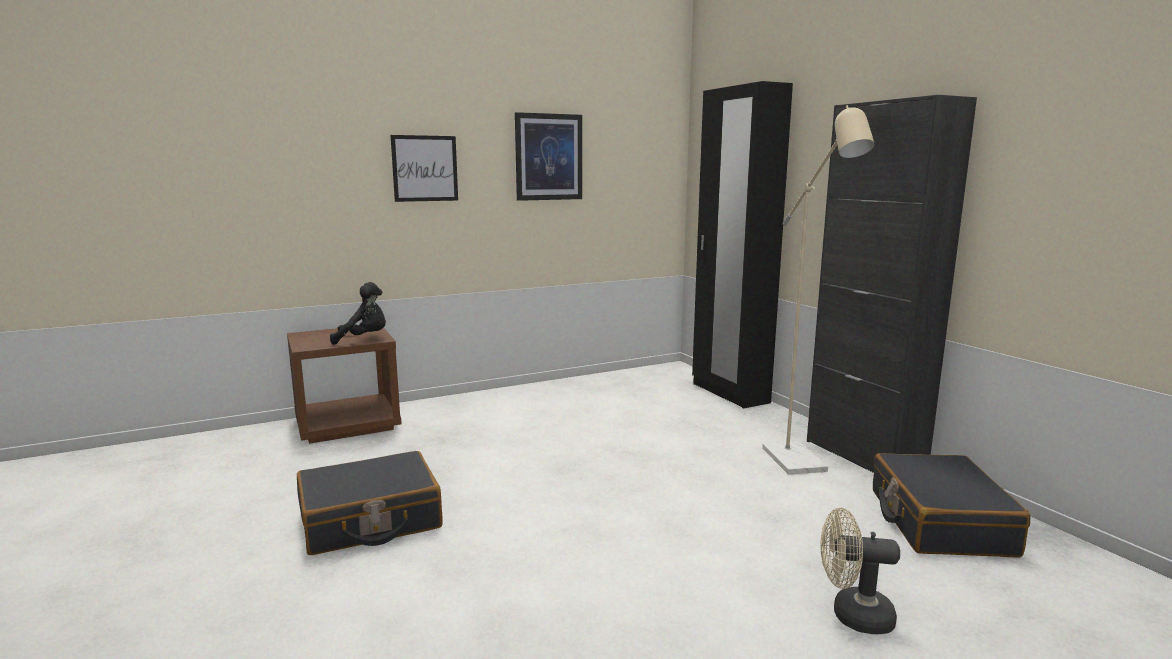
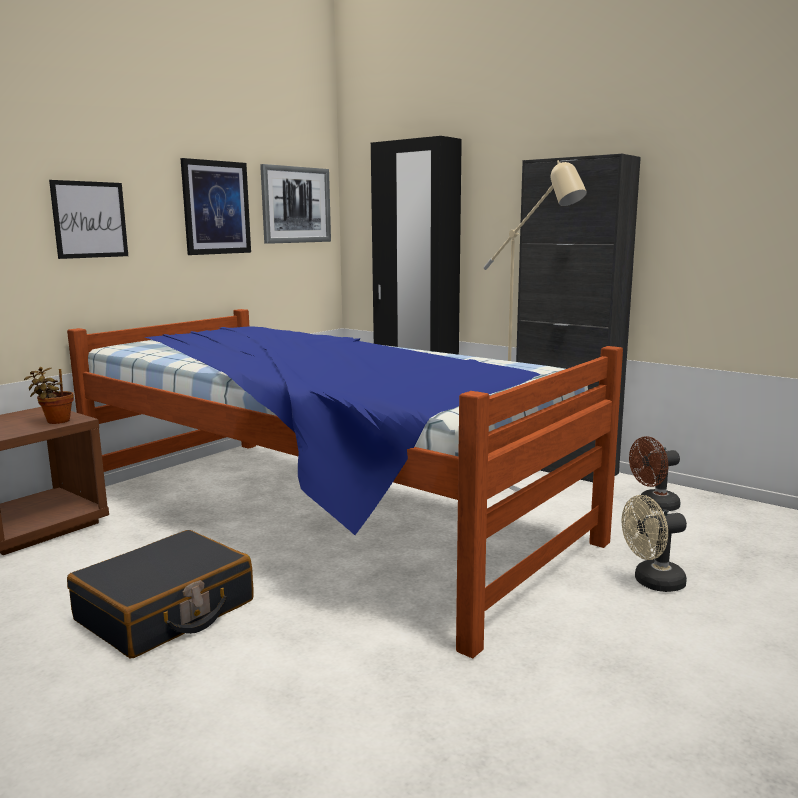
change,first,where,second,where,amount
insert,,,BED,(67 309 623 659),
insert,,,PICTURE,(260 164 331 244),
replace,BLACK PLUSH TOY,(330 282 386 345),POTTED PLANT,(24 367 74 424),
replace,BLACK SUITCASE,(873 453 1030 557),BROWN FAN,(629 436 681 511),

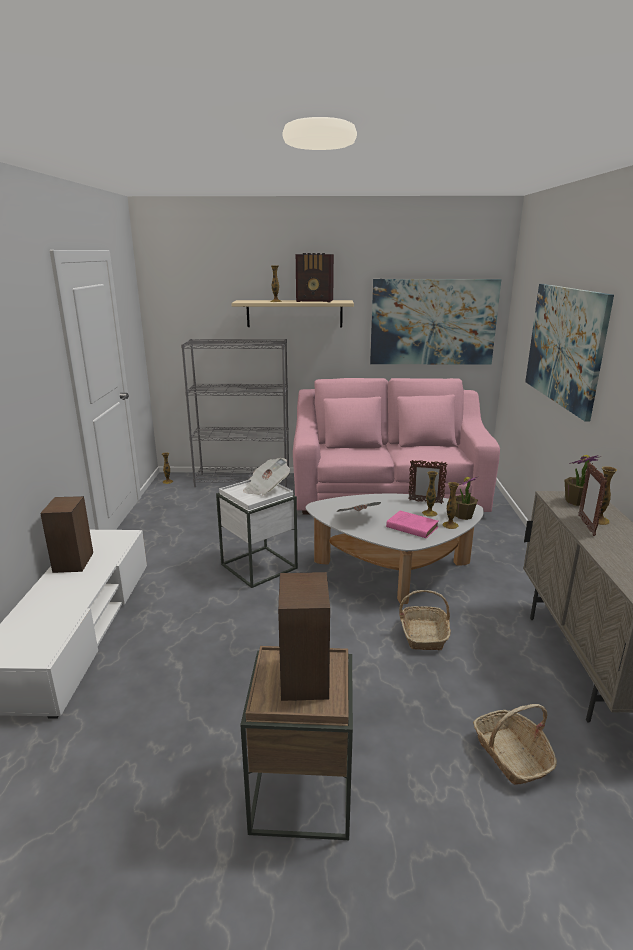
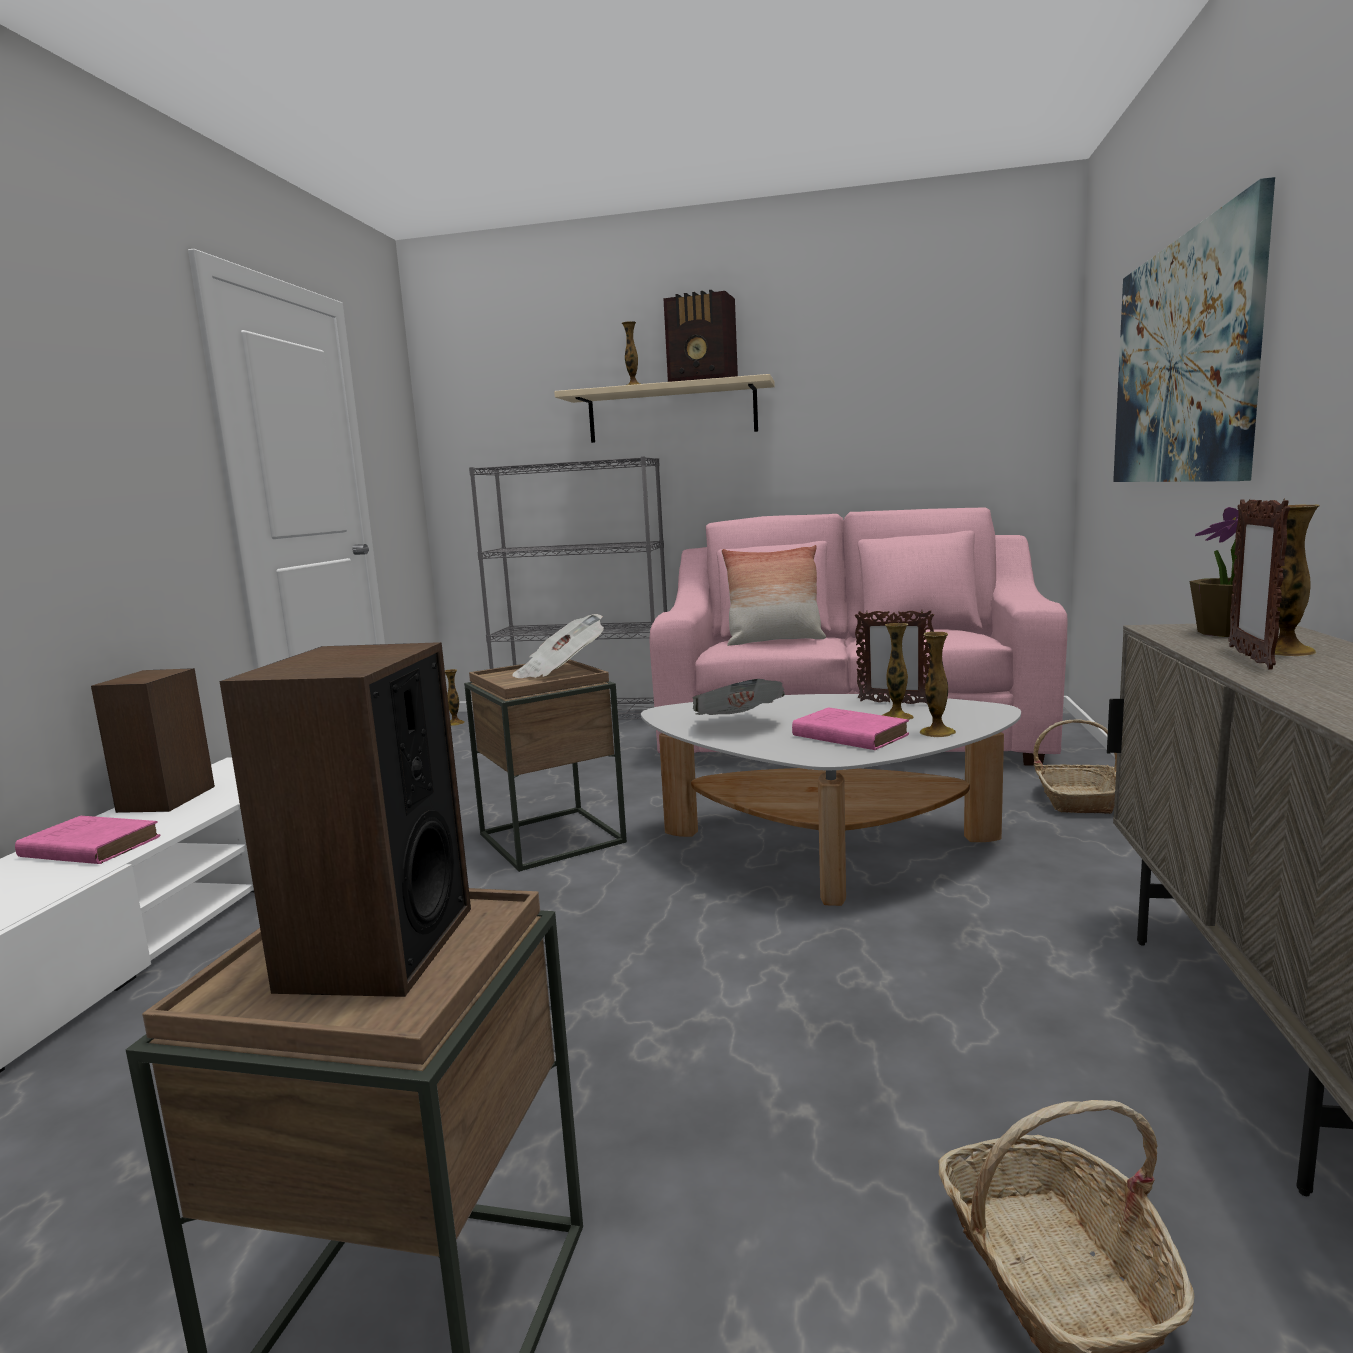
change,first,where,second,where,amount
delete,PICTURE,(370 279 501 365),,,
delete,POTTED PLANT,(455 477 478 520),,,
insert,,,PINK BOOK,(15 816 160 864),
insert,,,PILLOW,(722 545 826 646),
move,BASKET,(399 590 451 651),,(1033 720 1117 814),
recolor,WHITE SIDE TABLE,(216 480 298 588),BROWN SIDE TABLE,(464 659 627 872),

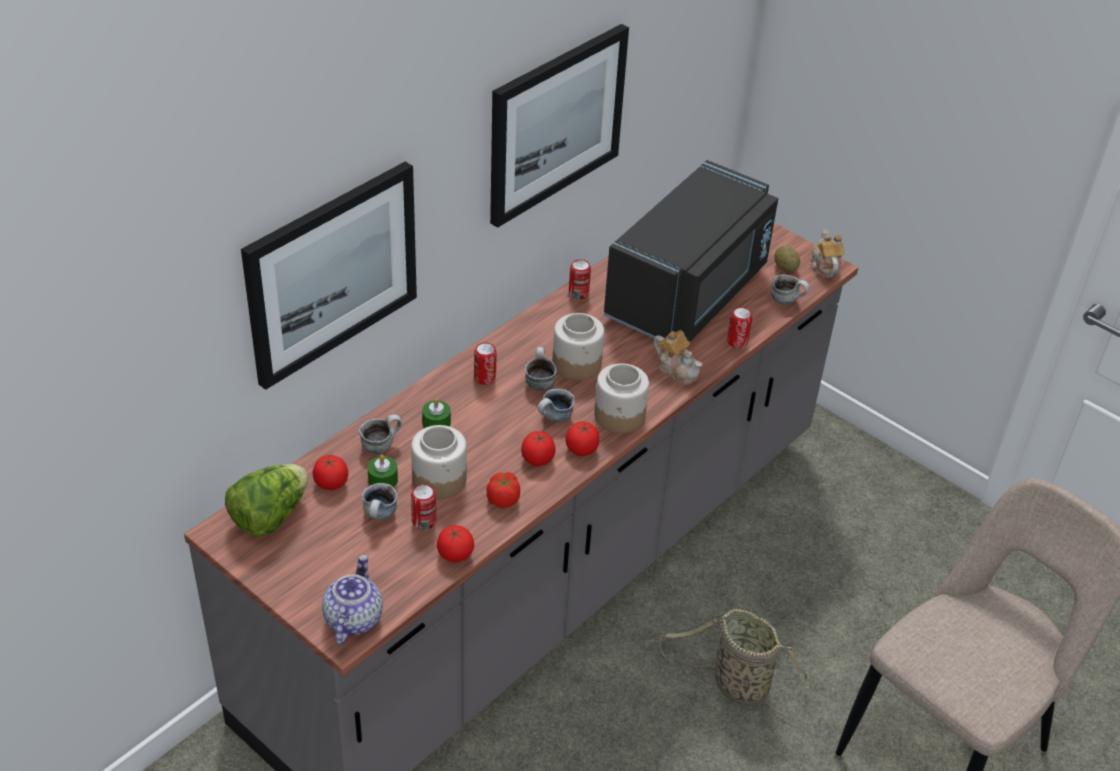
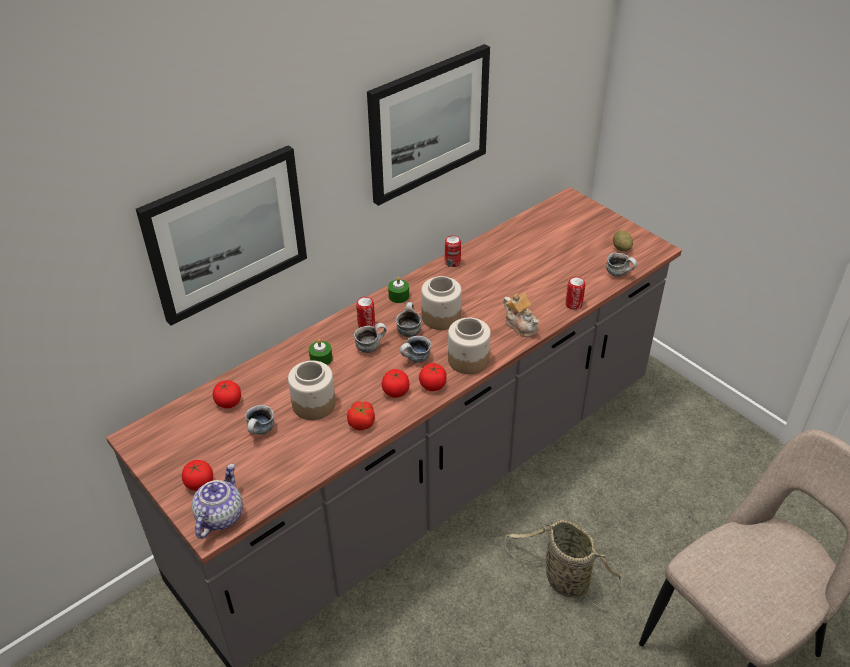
change,first,where,second,where,amount
delete,LETTUCE,(225 464 308 536),,,
delete,CAN,(411 484 436 530),,,
delete,BLACK MICROWAVE,(604 160 778 342),,,
delete,TEAPOT,(810 229 845 278),,,
move,MUG,(359 414 402 454),,(354 323 387 353),
move,GREEN CANDLE,(368 455 398 487),,(388 277 409 303),
move,TOMATO,(437 525 474 562),,(182 460 213 491),

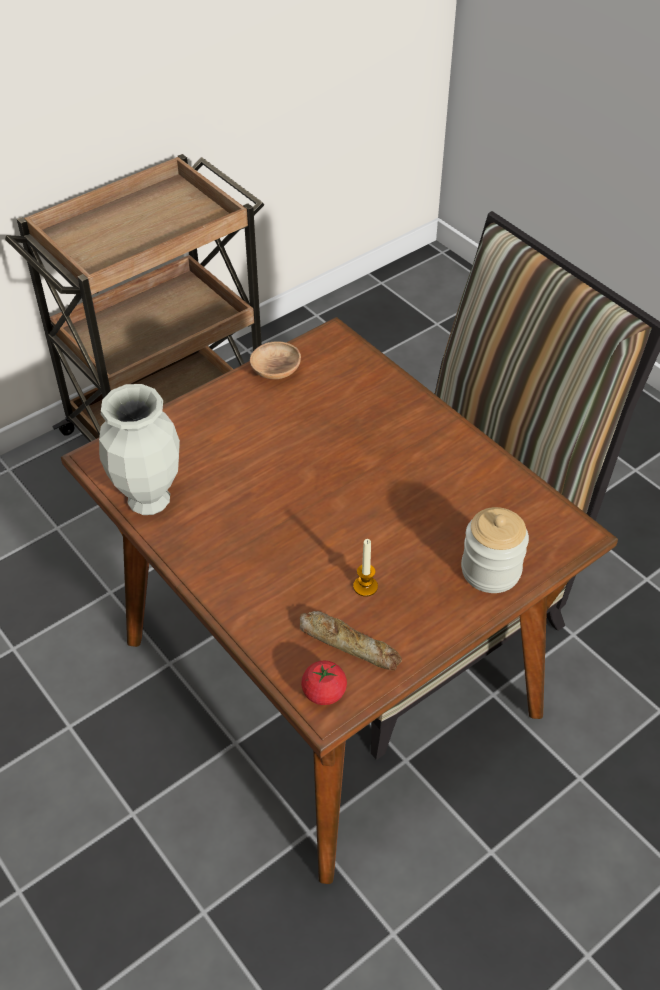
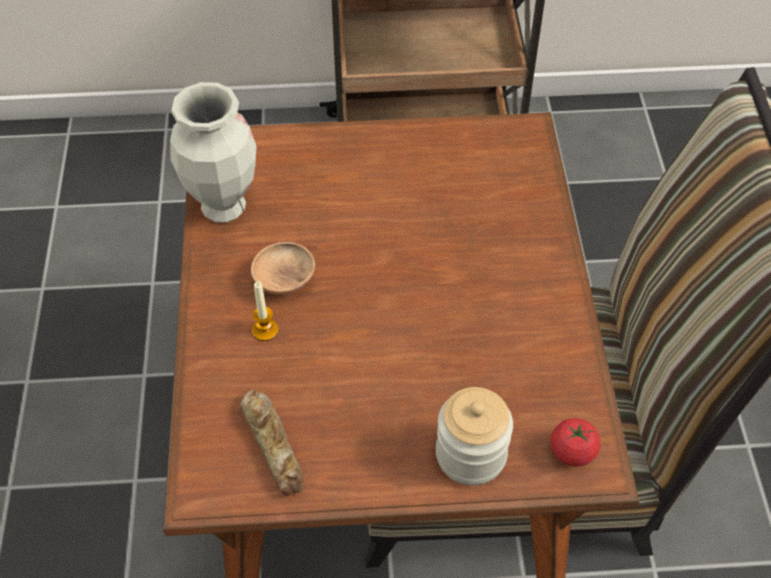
change,first,where,second,where,amount
move,BROWN BOWL,(250 342 301 379),,(251 242 315 295),
move,TOMATO,(301 661 347 705),,(551 418 600 467),
move,CANDLE,(353 539 378 597),,(252 281 279 341),

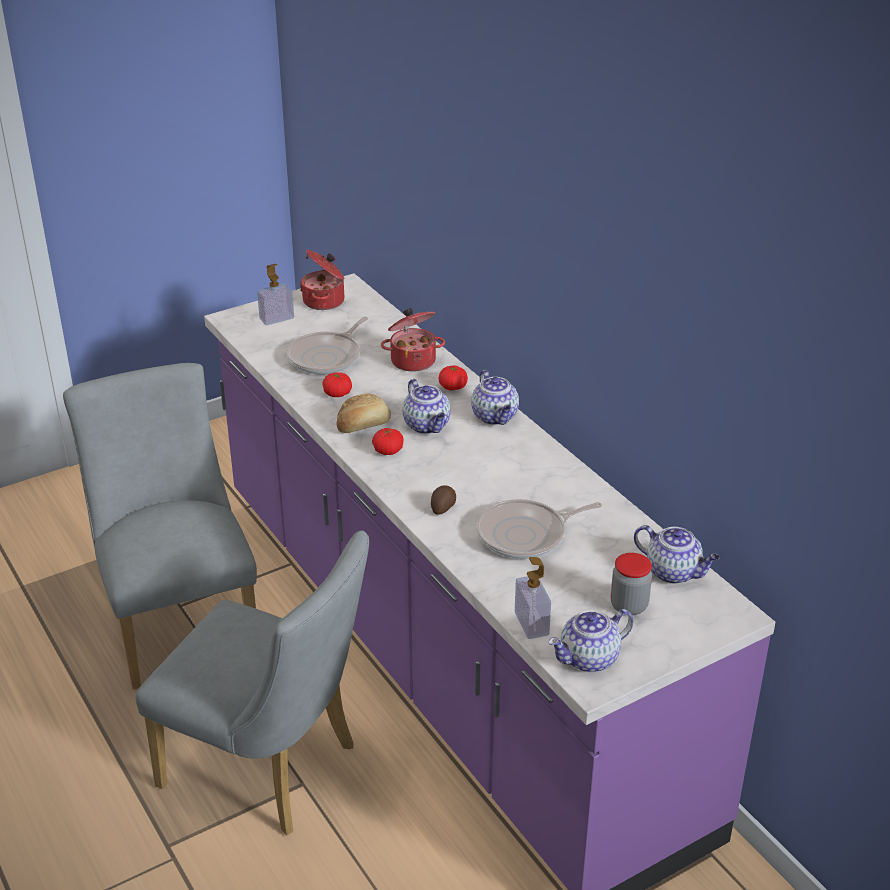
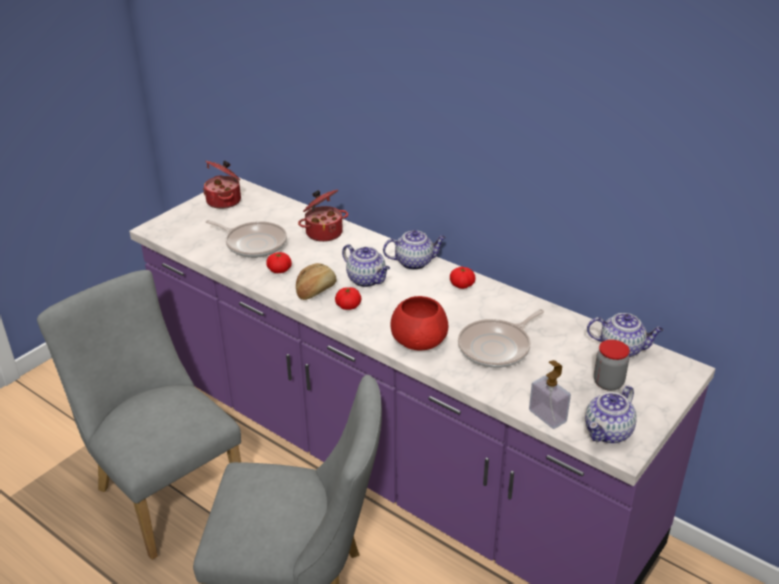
change,first,where,second,where,amount
delete,SOAP DISPENSER,(257 264 294 325),,,
move,TOMATO,(439 366 468 391),,(450 267 475 289),
replace,POTATO,(431 485 456 515),RED BOWL,(390 296 448 350),
rotate,FRYING PAN,(287 316 368 375),,(205 220 287 258),75 degrees counterclockwise
rotate,TEAPOT,(471 370 519 425),,(383 230 446 270),60 degrees counterclockwise

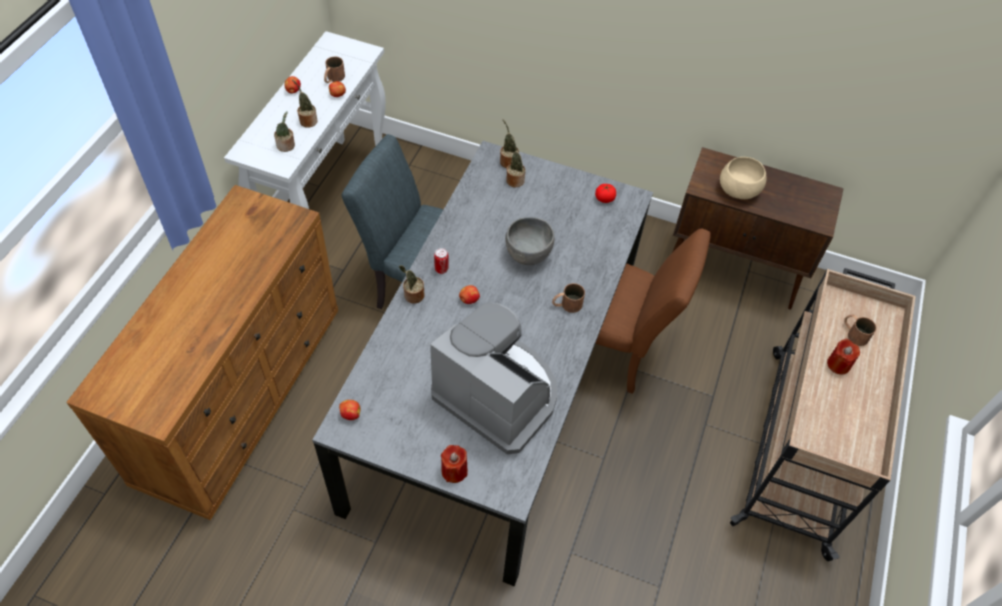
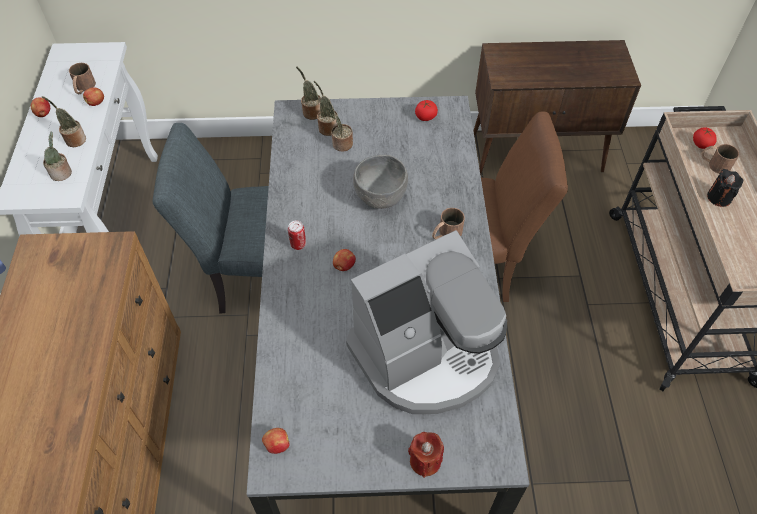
change,first,where,second,where,amount
delete,BEIGE BOWL,(720 157 767 199),,,
insert,,,TOMATO,(693 127 717 149),
move,POTTED PLANT,(399 265 425 304),,(330 108 353 151),
recolor,RED CANDLE,(827 339 860 375),BLACK CANDLE,(707 169 743 207),
rotate,COFFEE MACHINE,(430 302 557 454),,(346 230 507 414),135 degrees clockwise

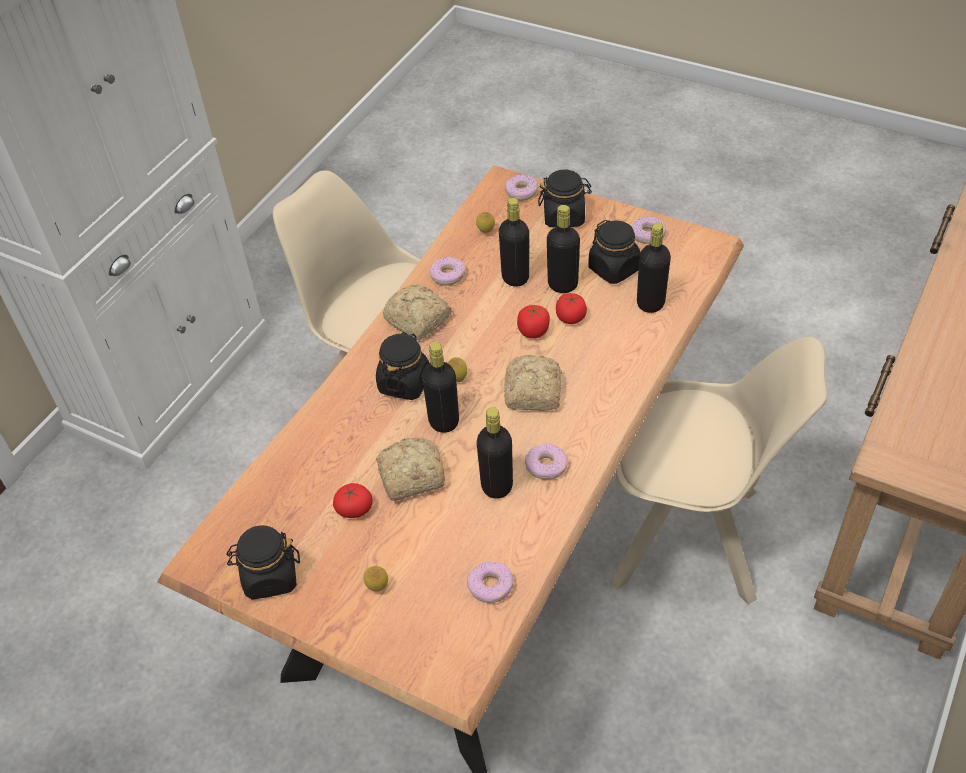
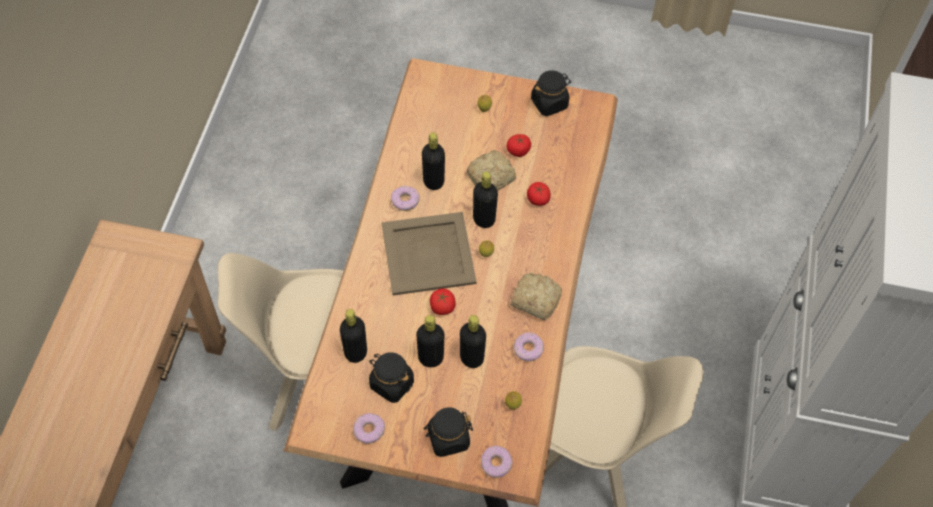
change,first,where,second,where,amount
delete,BLACK JAR,(376 332 429 400),,,
delete,DONUT,(467 562 514 603),,,
move,TOMATO,(556 293 587 324),,(527 182 551 206),
replace,BREAD,(504 355 562 411),BEIGE TRAY,(382 212 477 295),

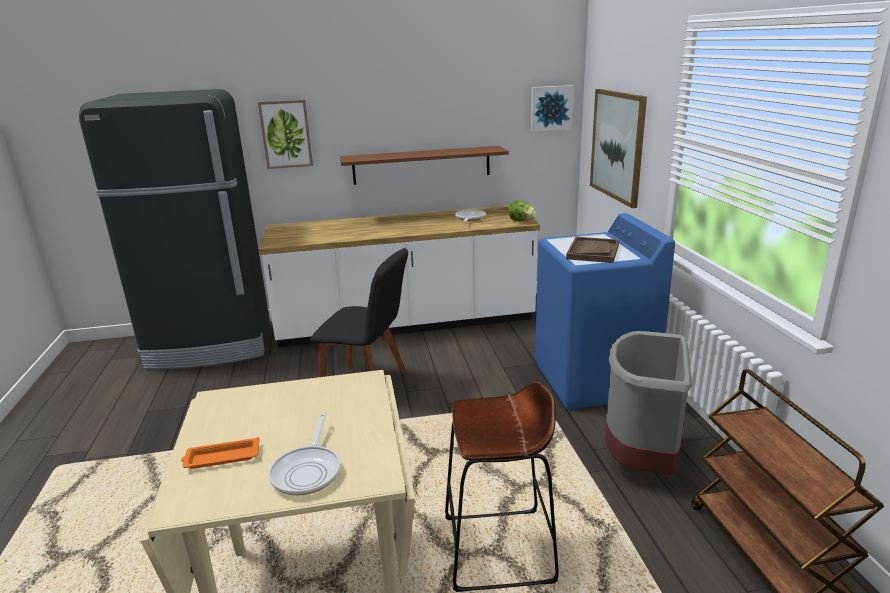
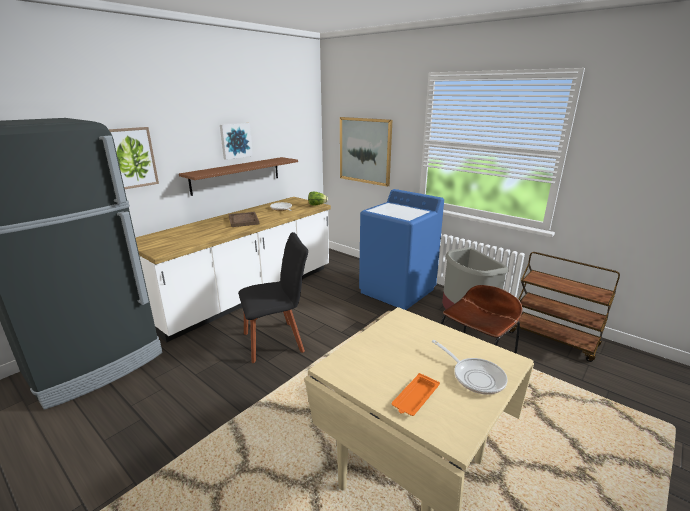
change,first,where,second,where,amount
move,PICTURE,(531 85 574 132),,(220 123 253 160),
move,BROWN TRAY,(566 237 619 263),,(229 212 259 227),

